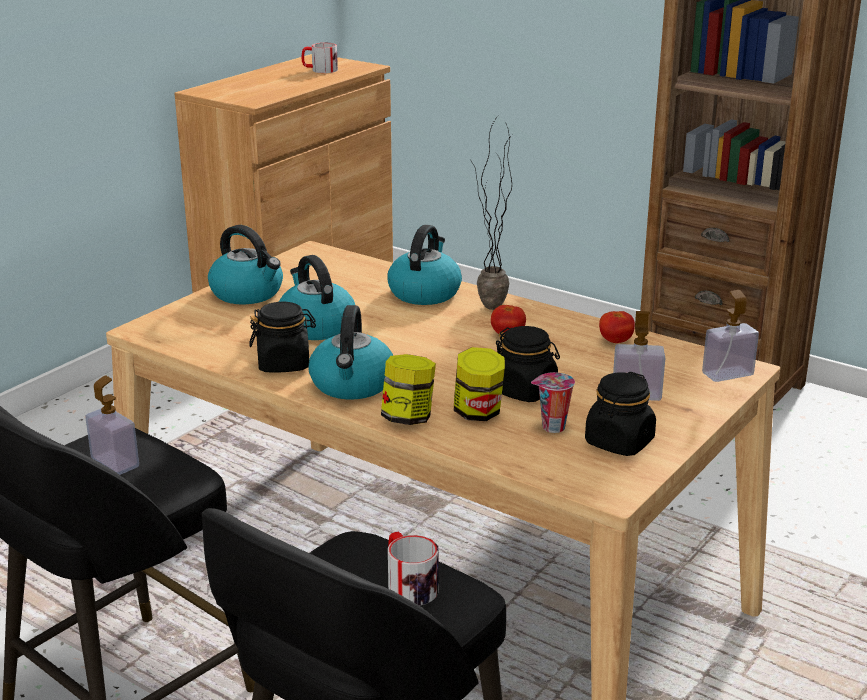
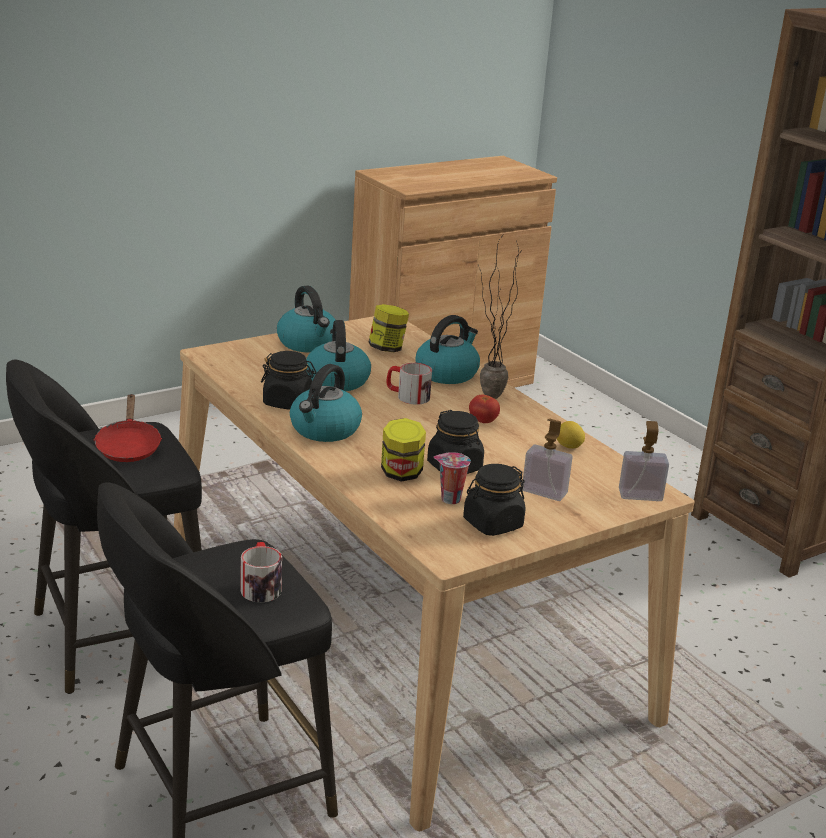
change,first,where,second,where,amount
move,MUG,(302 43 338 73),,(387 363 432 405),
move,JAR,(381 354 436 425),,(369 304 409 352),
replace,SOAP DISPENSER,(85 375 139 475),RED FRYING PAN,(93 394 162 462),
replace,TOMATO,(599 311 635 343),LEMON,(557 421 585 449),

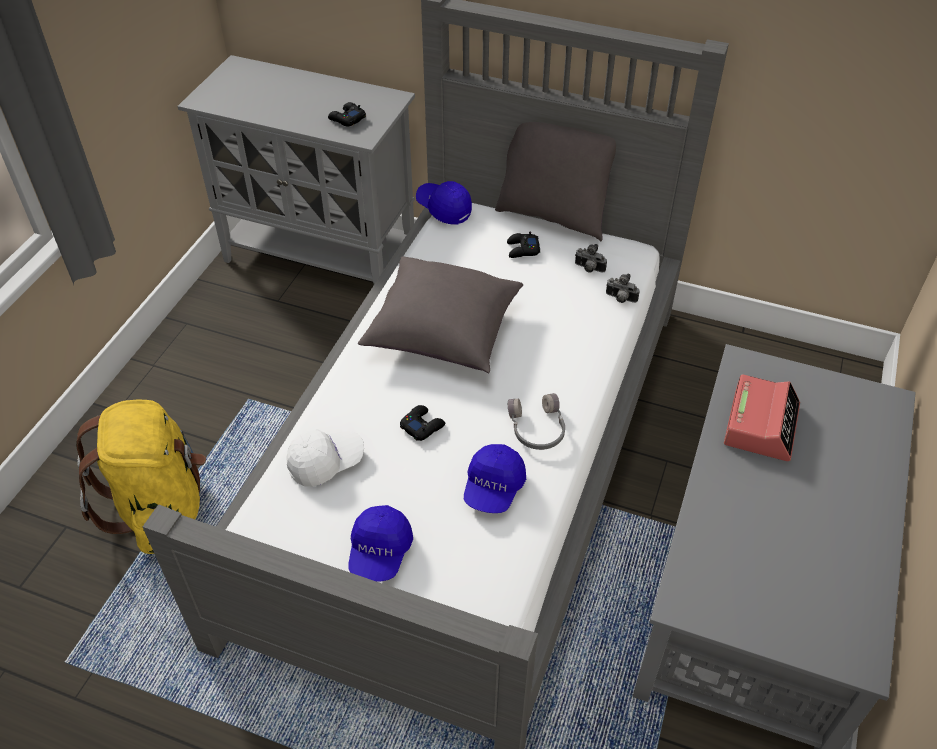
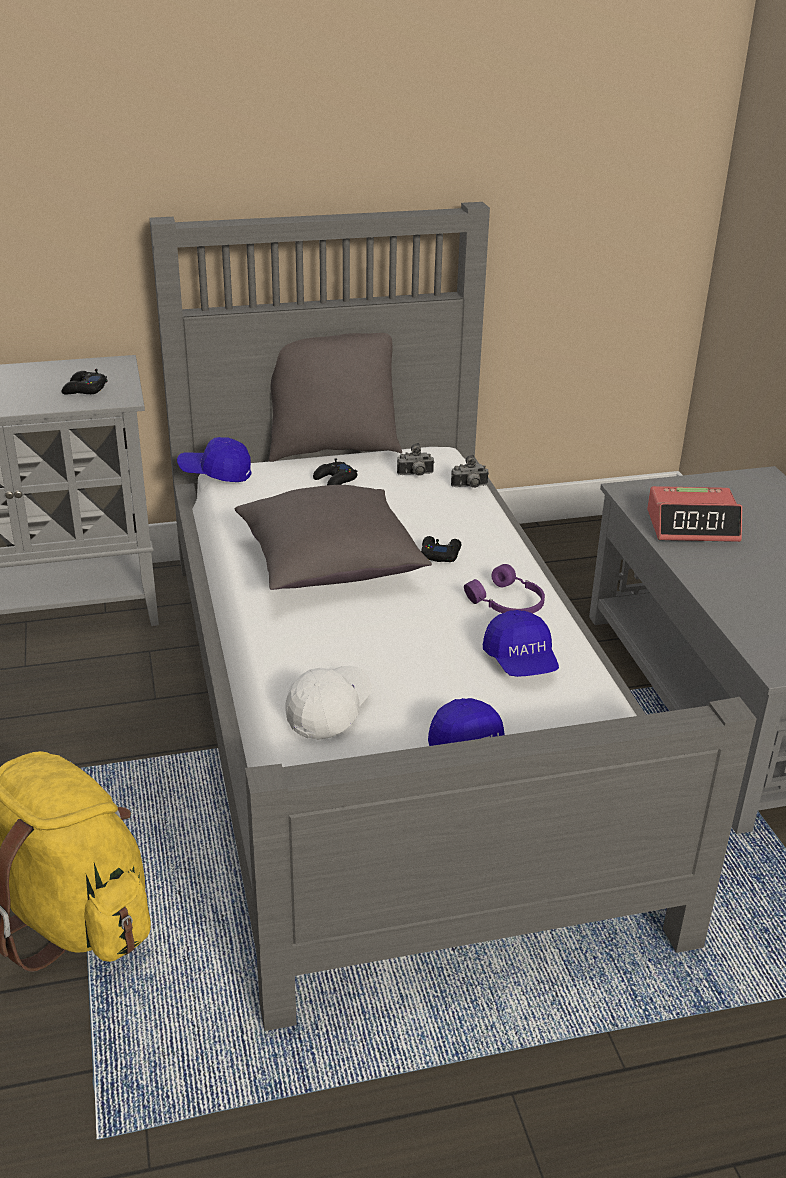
change,first,where,second,where,amount
move,BLACK GAME CONTROLLER,(400 405 445 441),,(421 536 461 562),
recolor,GREY HEADPHONES,(508 393 565 450),PURPLE HEADPHONES,(464 564 545 614),
rotate,ALARM CLOCK,(724 374 800 461),,(647 486 742 542),105 degrees clockwise

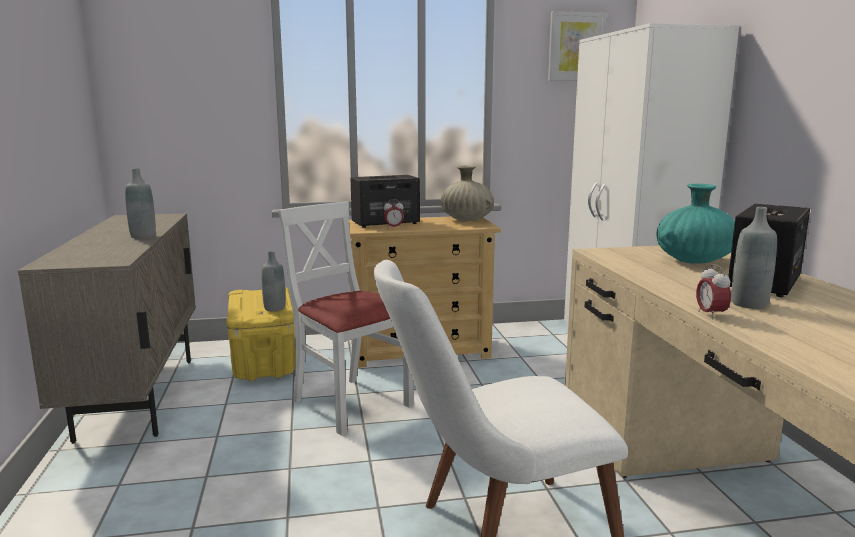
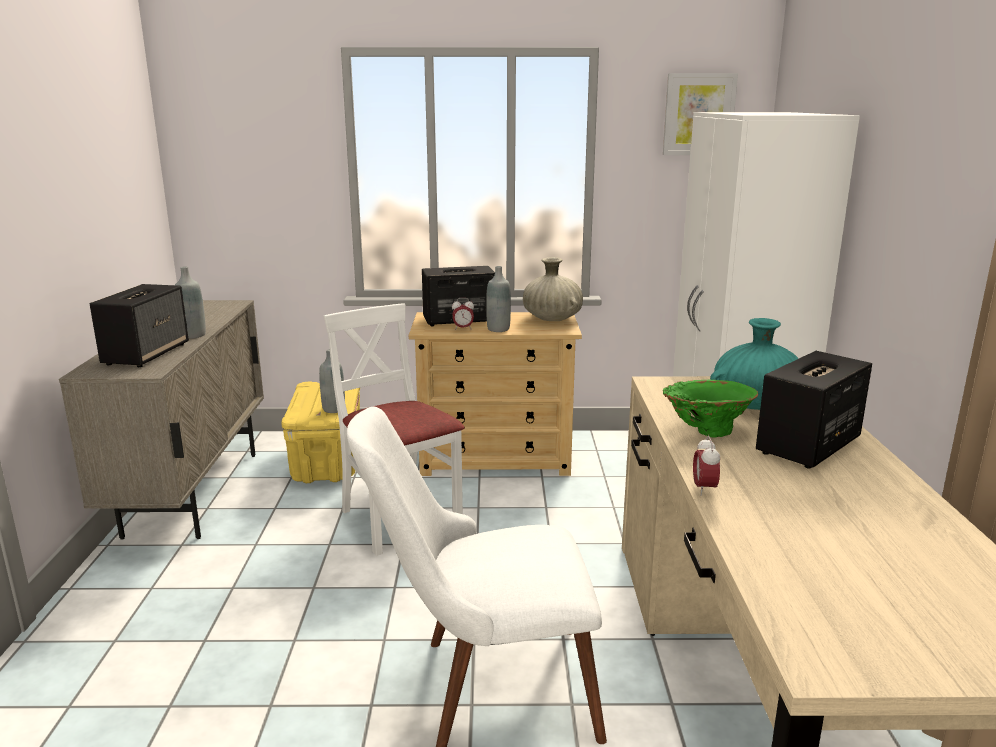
change,first,where,second,where,amount
insert,,,SPEAKER,(90 284 189 367),
insert,,,GREEN VASE,(663 380 758 438),
move,GREY BOTTLE,(732 207 777 309),,(486 266 511 332),

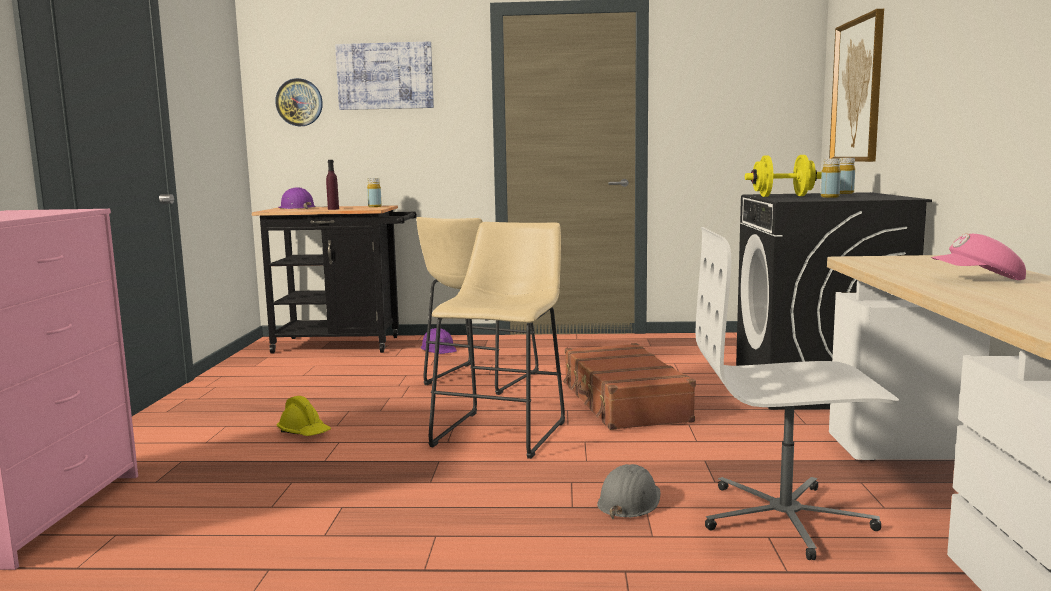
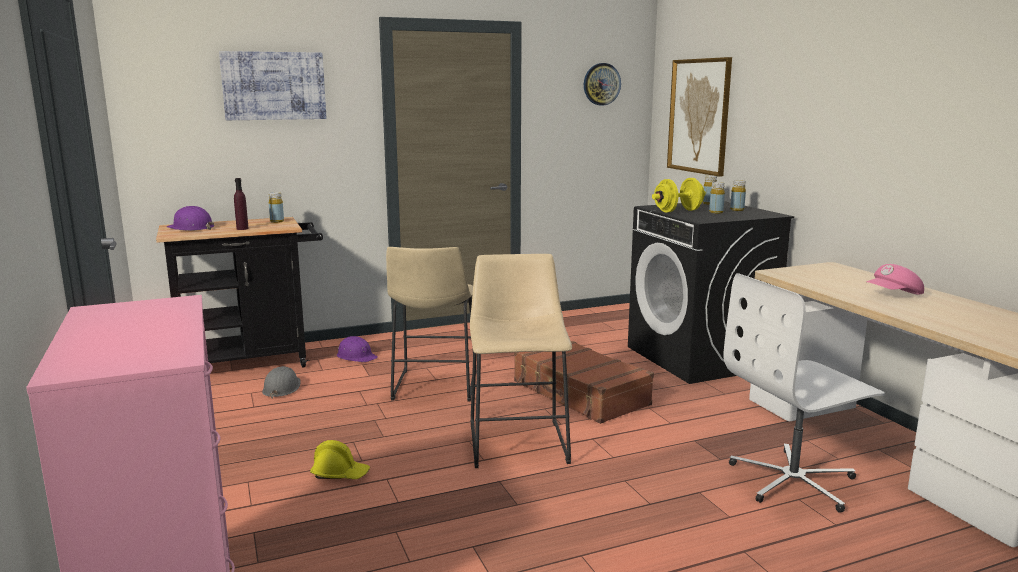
change,first,where,second,where,amount
insert,,,YELLOW BOTTLE,(730 180 746 211),
move,WALL CLOCK,(275 78 323 126),,(584 63 621 105),
move,GREY HARD HAT,(597 464 660 519),,(262 366 301 399),

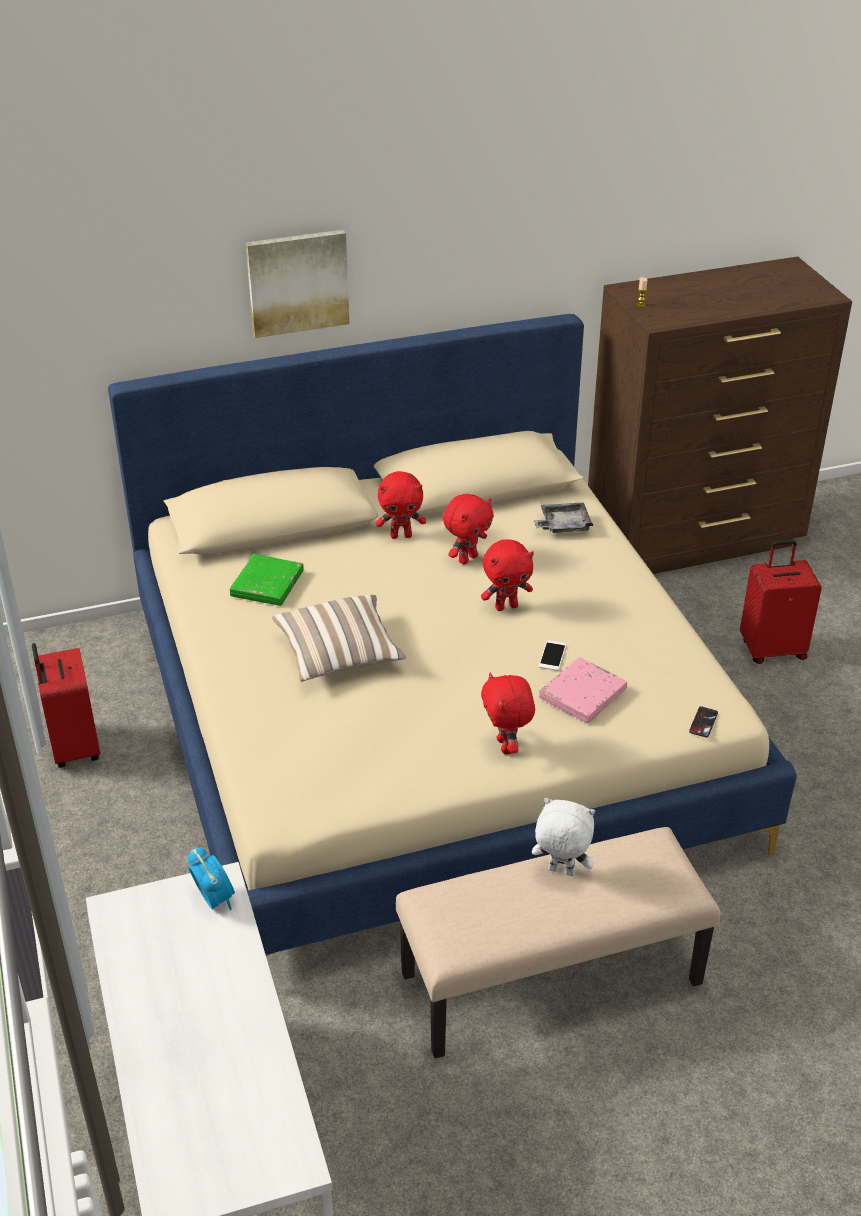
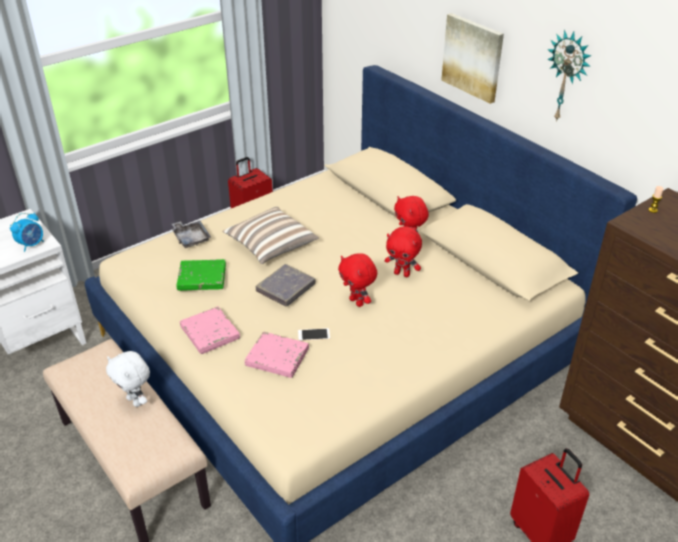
change,first,where,second,where,amount
delete,PHONE,(689 706 718 738),,,
insert,,,GREY BOOK,(255 264 316 307),
insert,,,WALL CLOCK,(547 30 591 122),
move,GREEN BOOK,(230 554 304 606),,(176 259 226 291),
move,GREY TRAY,(534 503 593 533),,(172 221 211 248),
replace,RED PLUSH TOY,(481 672 535 755),PINK BOOK,(180 306 240 354),
rotate,WHITE PLUSH TOY,(532 798 595 876),,(106 351 150 407),135 degrees clockwise

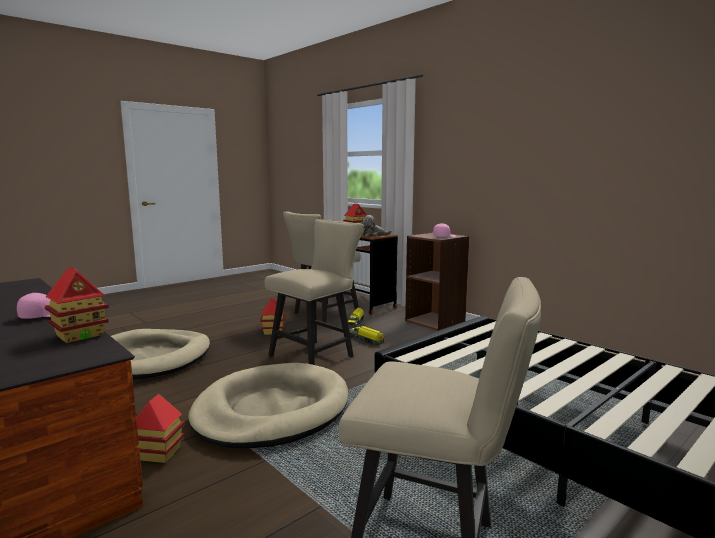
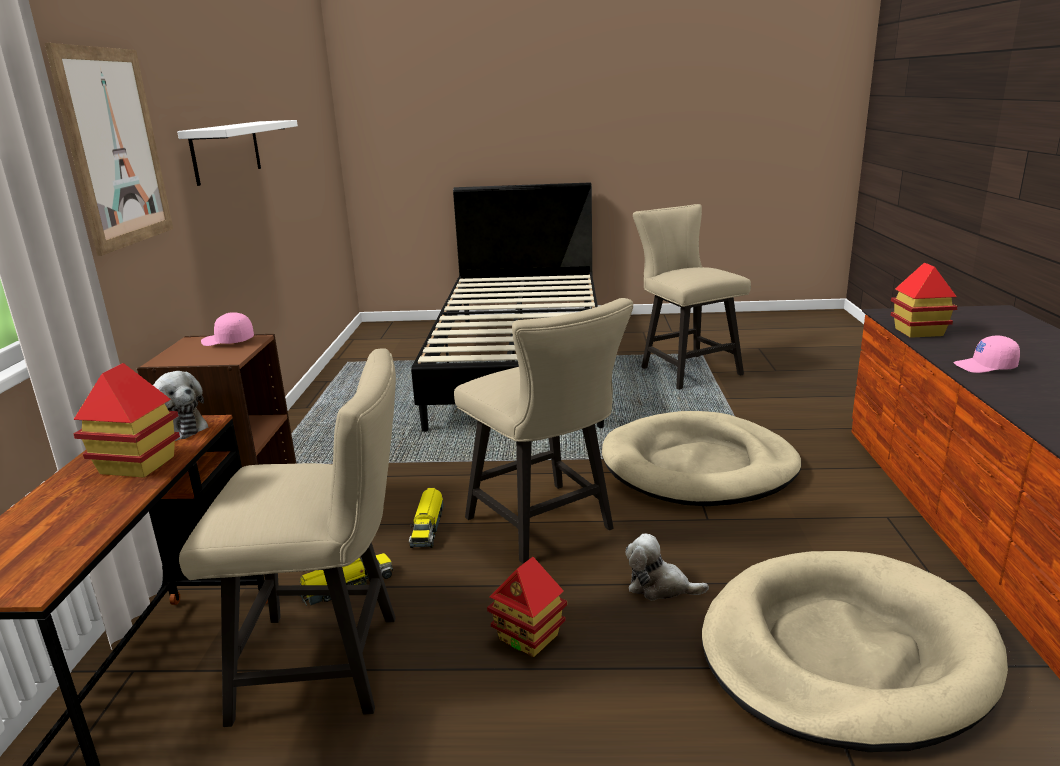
change,first,where,second,where,amount
delete,TOY HOUSE,(136 394 185 463),,,
insert,,,PICTURE,(44 43 173 256),
insert,,,WHITE SHELF,(177 120 298 186),
insert,,,PLUSH TOY,(626 534 709 600),
rotate,BEIGE CHAIR,(264 219 364 365),,(454 298 633 564),120 degrees counterclockwise

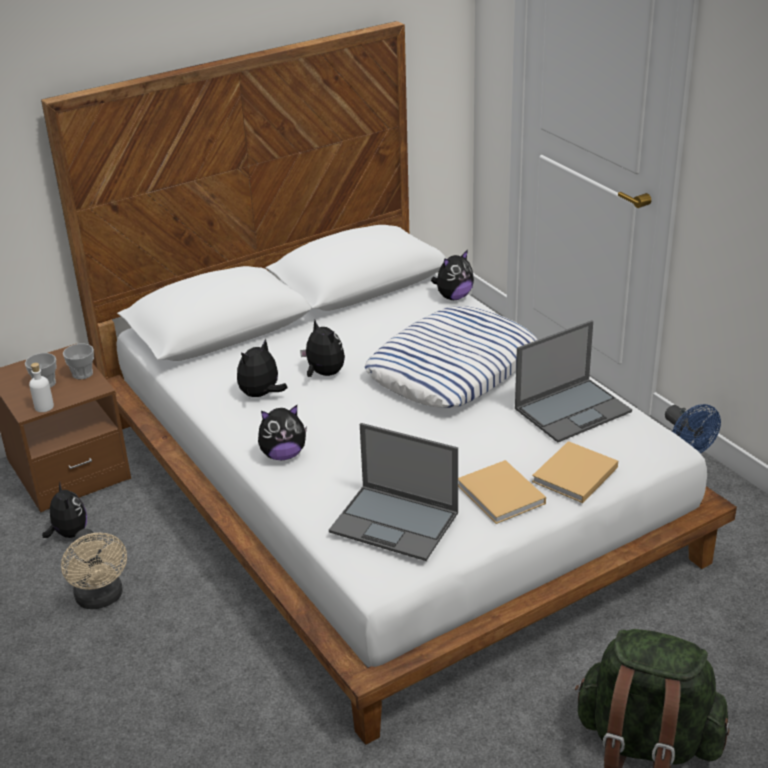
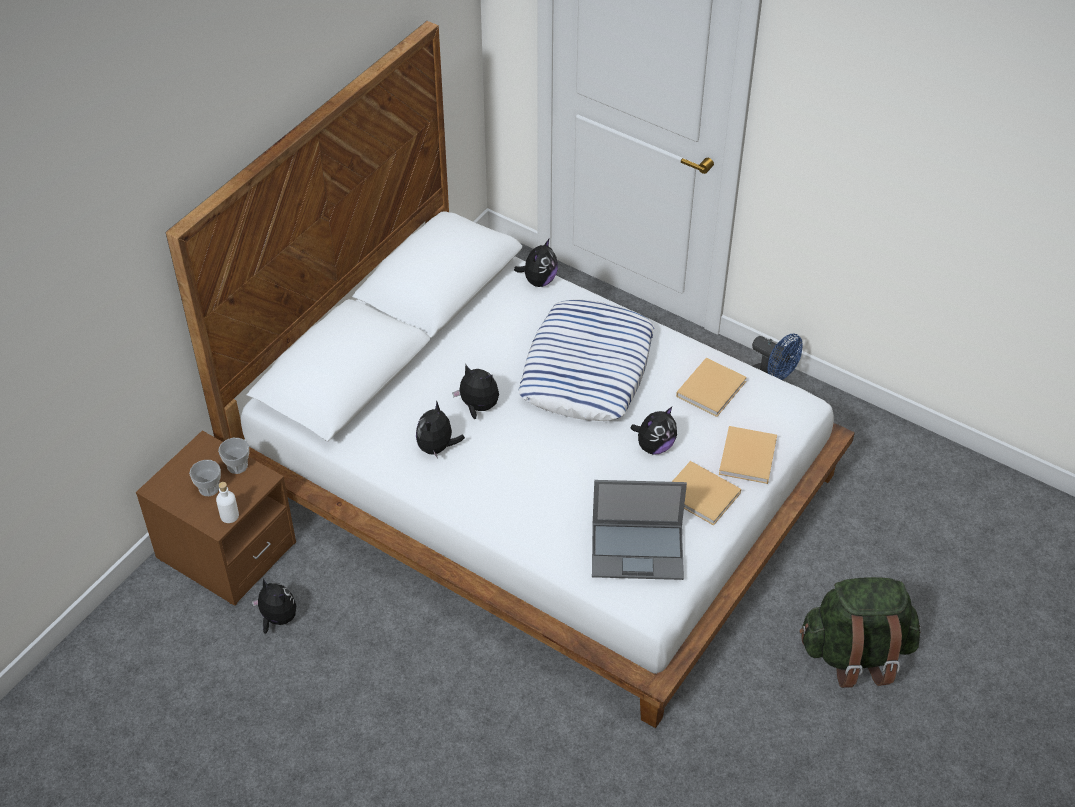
change,first,where,second,where,amount
delete,BEIGE FAN,(61 529 127 609),,,
move,PLUSH TOY,(258 405 307 460),,(630 407 677 455),
replace,LAPTOP,(515 320 632 443),BEIGE BOOK,(676 358 747 417),

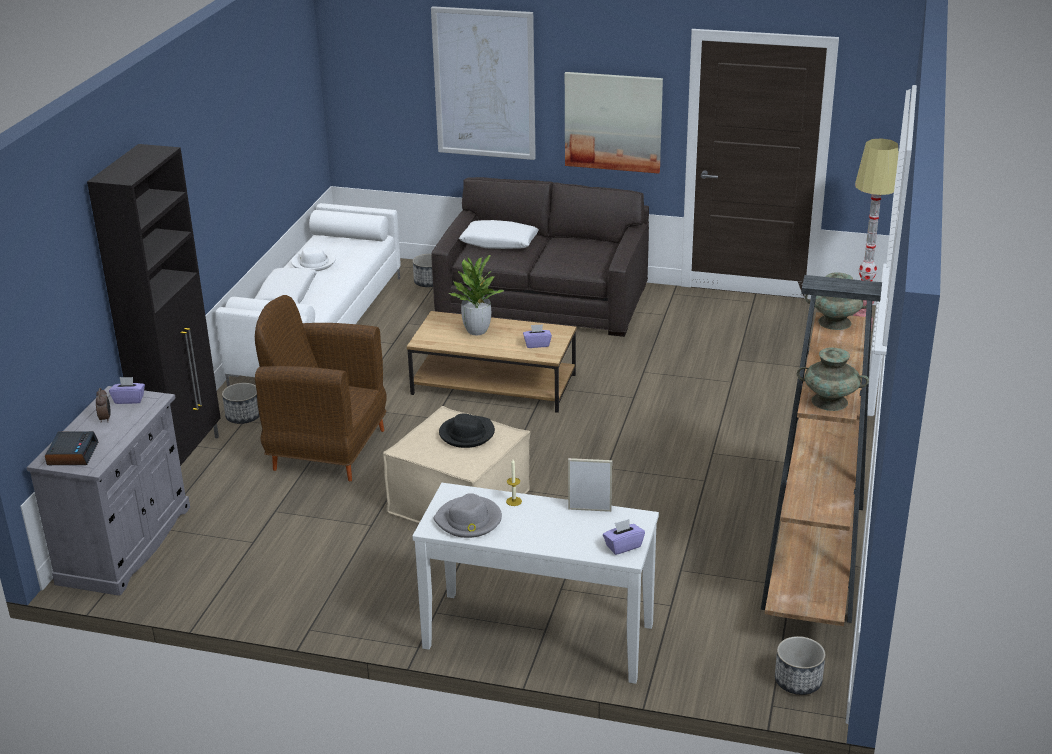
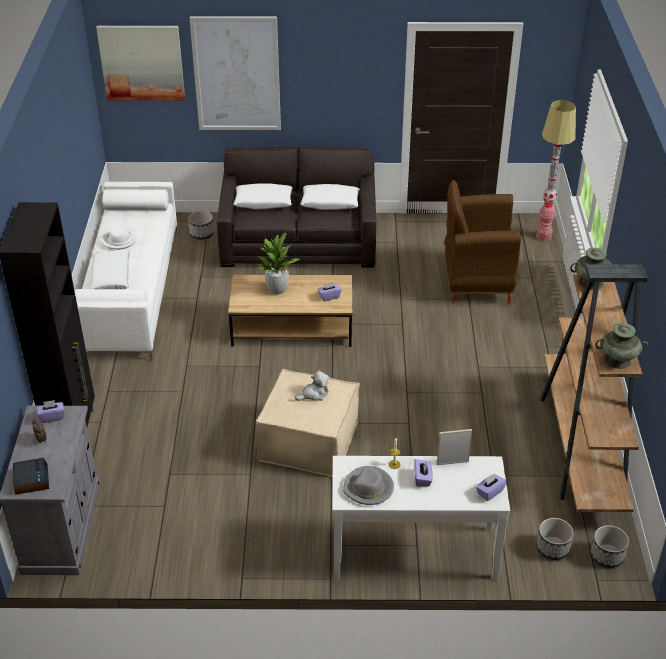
change,first,where,second,where,amount
insert,,,WHITE PILLOW,(300 184 360 210),
insert,,,PURPLE TISSUE BOX,(414 459 433 486),
move,PLANTER,(222 383 260 424),,(536 518 574 560),
move,BROWN ARMCHAIR,(255 295 387 481),,(445 180 521 304),
move,PICTURE,(565 72 663 173),,(96 26 185 101),
replace,BLACK HAT,(439 414 495 448),PLUSH TOY,(295 370 329 401),

